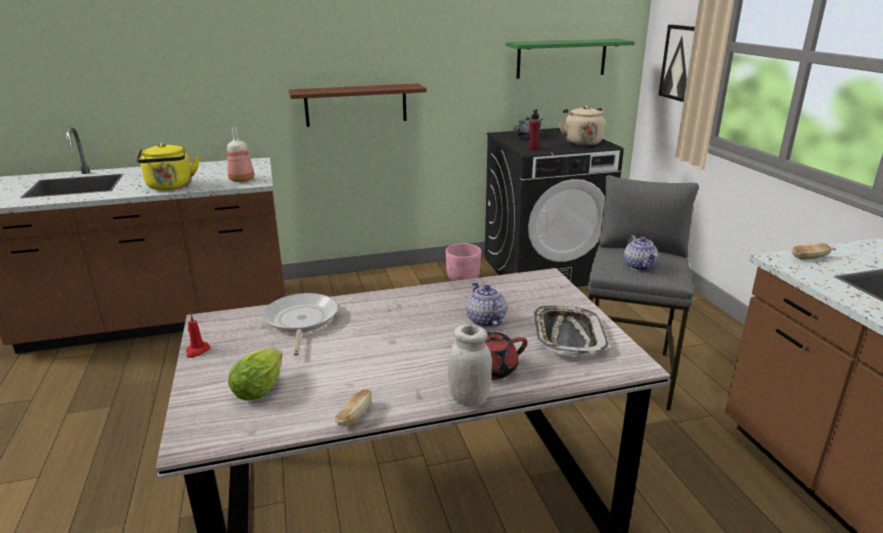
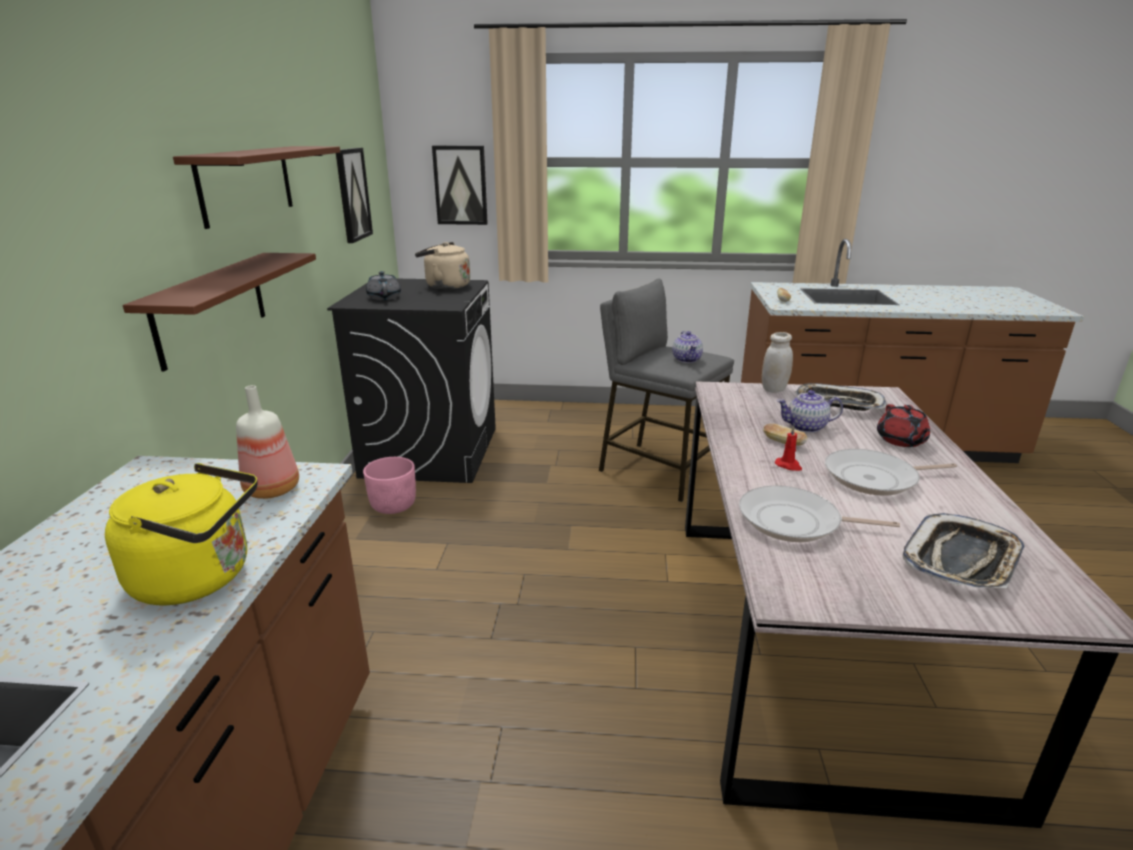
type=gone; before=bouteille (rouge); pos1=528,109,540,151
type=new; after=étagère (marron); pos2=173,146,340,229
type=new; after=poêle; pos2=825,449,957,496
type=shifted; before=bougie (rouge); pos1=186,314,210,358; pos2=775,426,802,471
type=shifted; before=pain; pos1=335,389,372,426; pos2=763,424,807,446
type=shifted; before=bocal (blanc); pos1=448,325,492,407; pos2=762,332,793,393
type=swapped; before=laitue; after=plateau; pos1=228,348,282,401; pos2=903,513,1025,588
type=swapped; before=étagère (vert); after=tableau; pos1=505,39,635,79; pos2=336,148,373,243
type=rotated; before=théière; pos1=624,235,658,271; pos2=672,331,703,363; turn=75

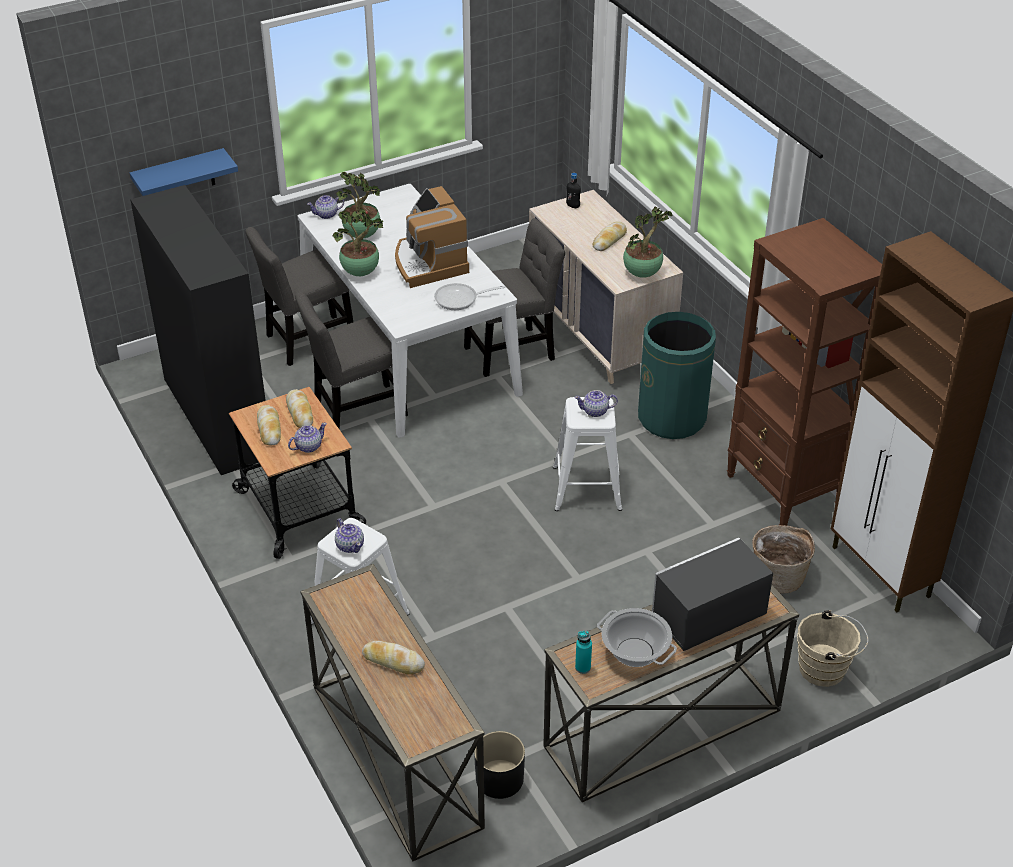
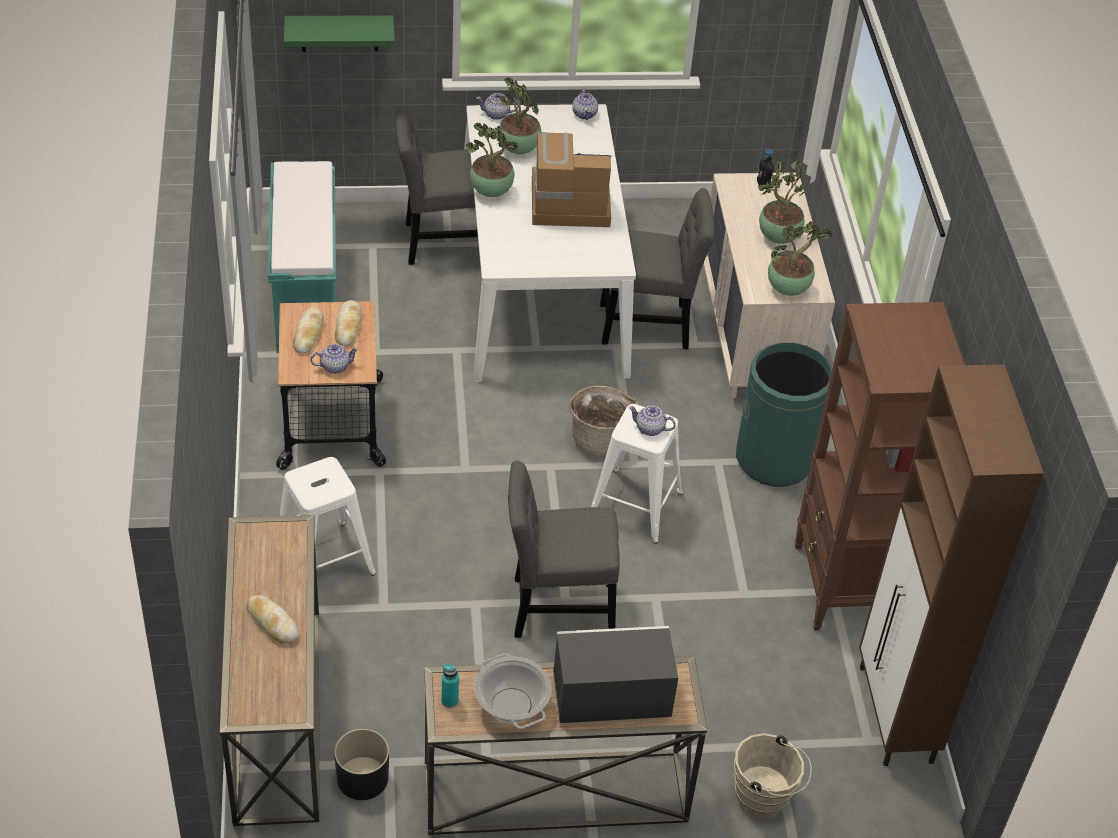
type=gone; before=poêle; pos1=434,283,505,310
type=shifted; before=chaise (gris); pos1=295,292,408,430; pos2=508,461,620,638
type=shifted; before=théière; pos1=335,519,364,553; pos2=572,90,598,120
type=shifted; before=panier; pos1=752,525,815,593; pos2=569,385,638,456
type=swapped; before=bibliothèque (noir); after=banc (turquoise); pos1=130,185,266,475; pos2=268,161,336,353
type=swapped; before=pain; after=plante en pot; pos1=593,221,627,251; pos2=758,160,805,244
type=repainted; before=étagère (bleu); after=étagère (vert); pos1=130,148,238,196; pos2=284,15,395,52
type=rotated; before=machine à café; pos1=395,186,469,288; pos2=532,132,612,227; turn=90

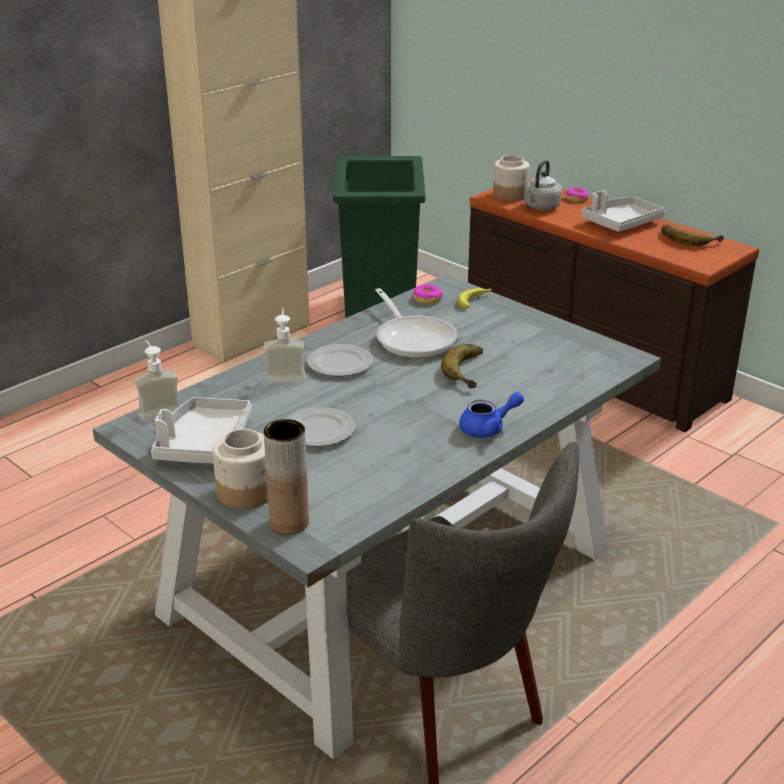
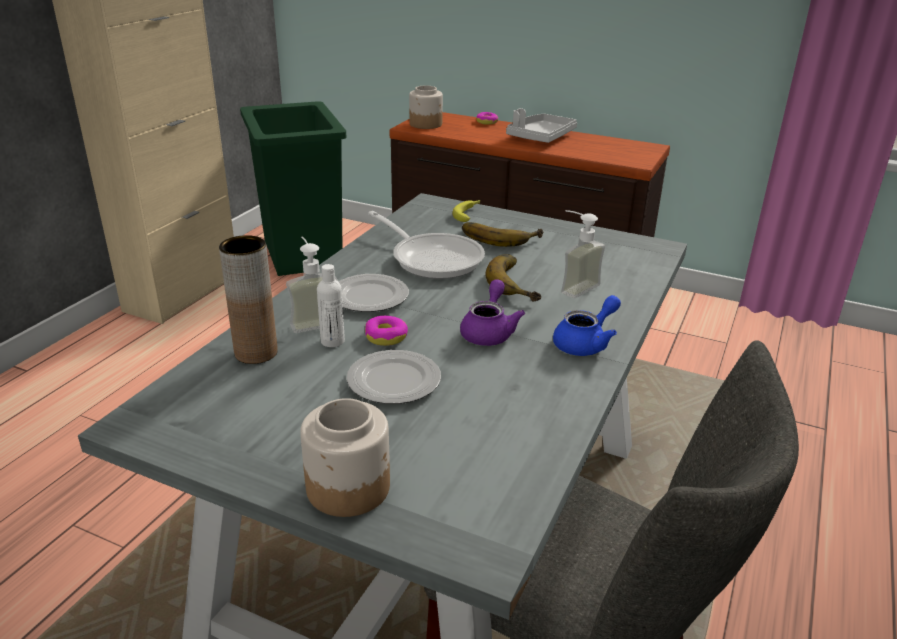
type=gone; before=plateau (gris); pos1=151,397,252,464
type=gone; before=bouilloire (gris); pos1=524,160,562,210
type=new; after=bouteille (blanc); pos2=317,264,345,347
type=new; after=théière (violet); pos2=460,279,525,346
type=shifted; before=distributeur de savon; pos1=134,340,180,421; pos2=561,210,605,298
type=shifted; before=vase (marron); pos1=264,419,309,535; pos2=219,235,278,364
type=shifted; before=beignet; pos1=413,284,443,304; pos2=365,316,408,346
type=shifted; before=banane; pos1=661,225,724,246; pos2=462,222,544,247

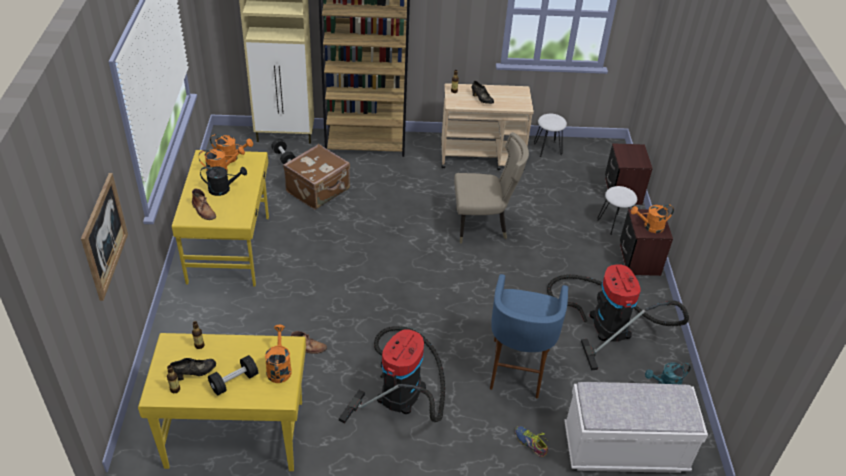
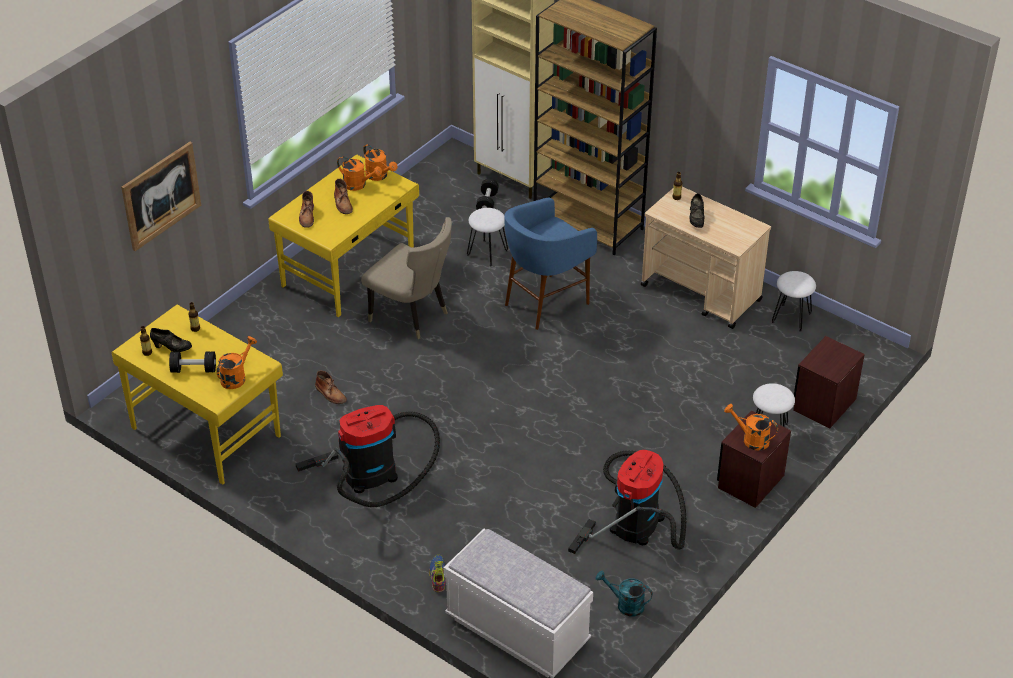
type=shifted; before=chaise (beige); pos1=454,132,529,243; pos2=361,217,452,339
type=shifted; before=tabouret (bleu); pos1=490,274,568,399; pos2=504,197,597,330
type=swapped; before=arrosoir (noir); after=botte (marron); pos1=200,166,247,196; pos2=334,179,353,214
type=swapped; before=valise (marron); after=tabouret (blanc); pos1=283,144,350,210; pos2=467,208,508,266

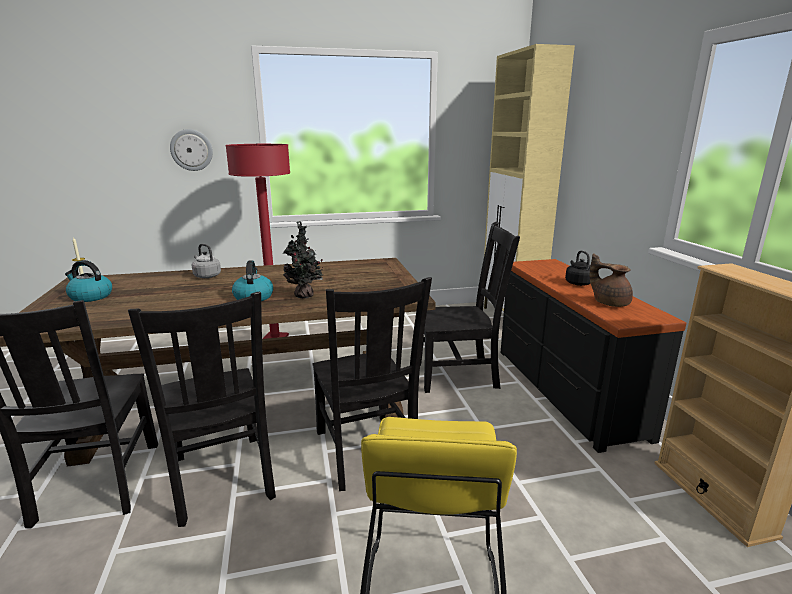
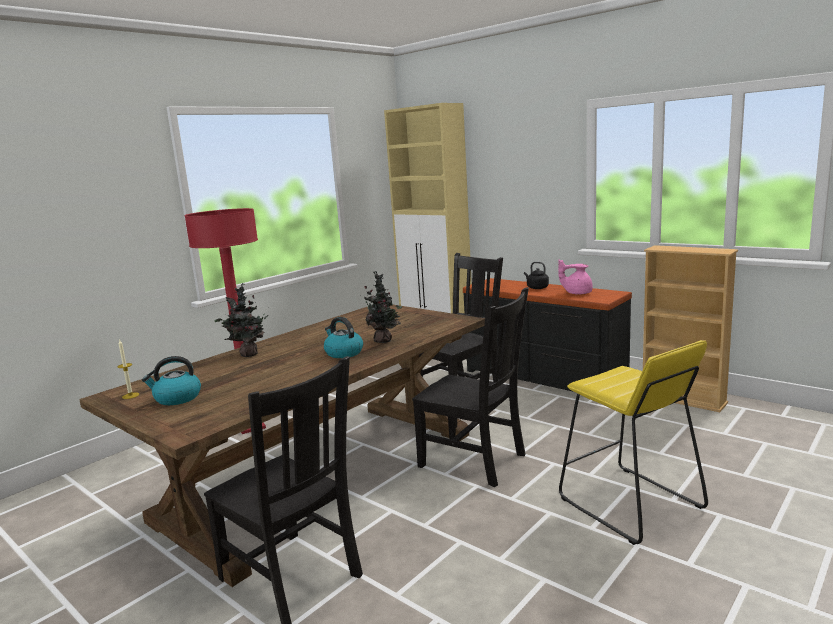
type=gone; before=chaise (noir); pos1=128,292,276,527
type=gone; before=horloge murale; pos1=170,129,213,171
type=swapped; before=bouilloire (gris); after=plante en pot; pos1=192,244,221,278; pos2=214,283,269,357
type=repainted; before=théière (marron); after=théière (rose); pos1=590,253,633,307; pos2=558,259,593,295

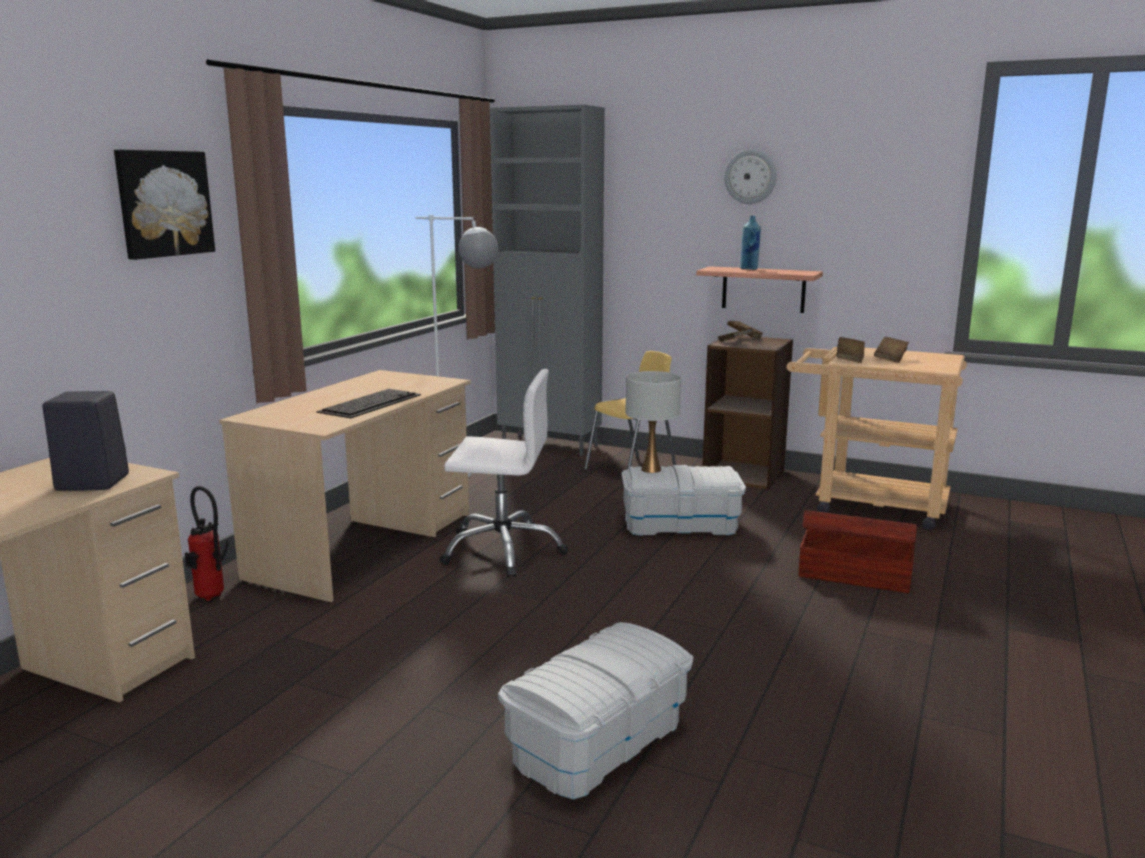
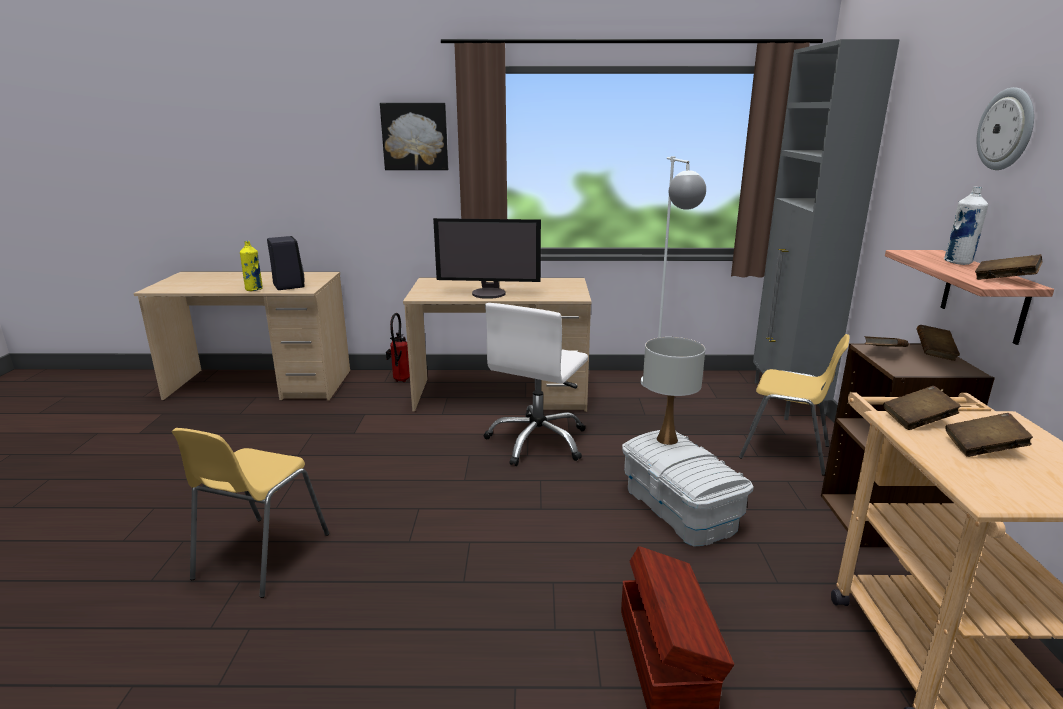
type=new; after=bouteille (jaune); pos2=240,241,263,291
type=new; after=livre (marron); pos2=975,254,1043,280
type=swapped; before=clavier; after=écran d'ordinateur; pos1=316,389,421,418; pos2=433,218,541,299
type=swapped; before=boîte de rangement (blanc); after=chaise (jaune); pos1=498,622,693,799; pos2=172,428,329,598
type=repainted; before=bouteille (bleu); after=bouteille (blanc); pos1=740,216,761,270; pos2=944,187,988,265
type=rotated; before=chaise de bureau (blanc); pos1=440,369,568,577; pos2=484,303,588,466; turn=45

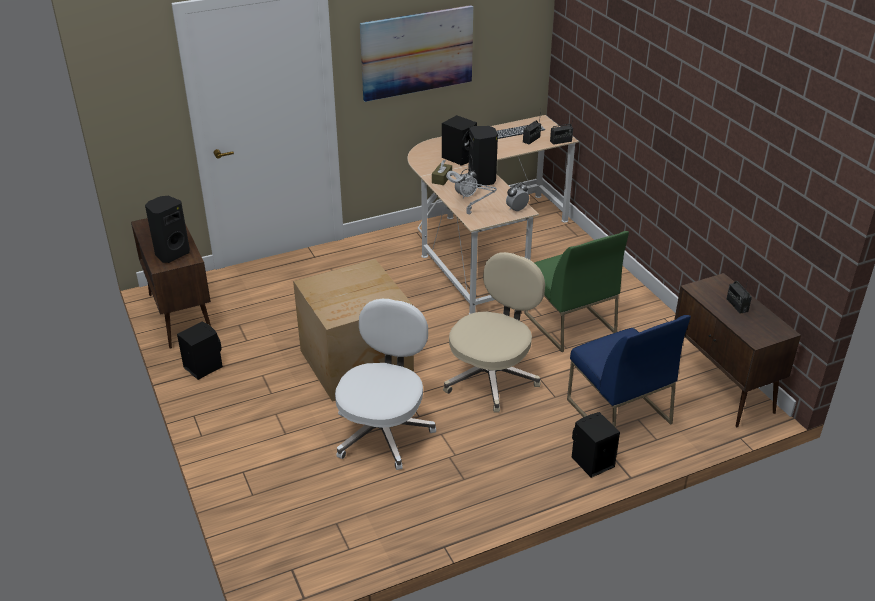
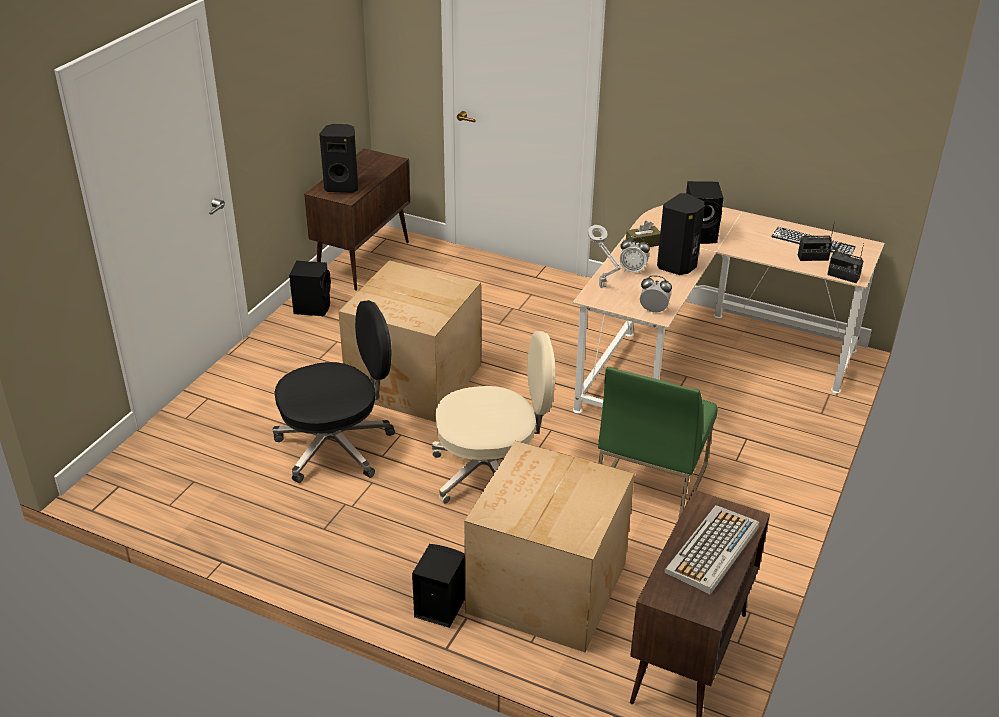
type=gone; before=tableau; pos1=360,5,473,102
type=swapped; before=chaise (bleu); after=carton; pos1=567,315,691,427; pos2=464,441,635,653
type=swapped; before=radio; after=clavier; pos1=726,280,752,314; pos2=664,505,759,595
type=repainted; before=chaise de bureau (blanc); after=chaise de bureau (noir); pos1=335,299,436,470; pos2=273,300,395,483

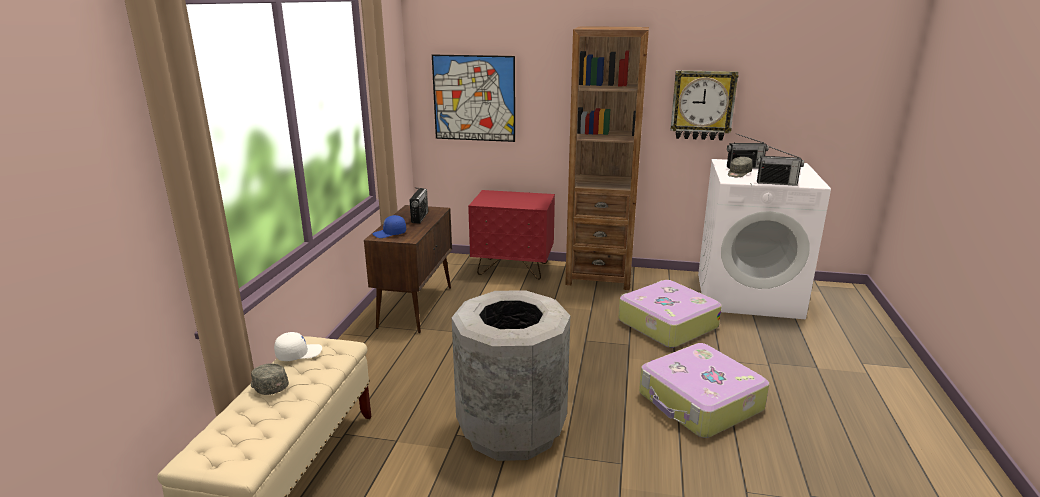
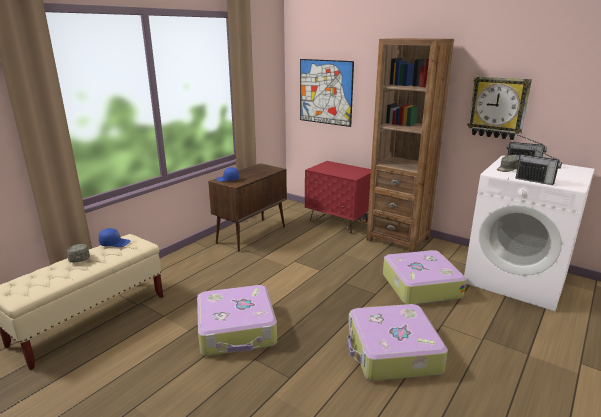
type=gone; before=radio; pos1=410,188,428,223
type=swapped; before=poubelle (gris); after=valise; pos1=452,290,570,461; pos2=197,285,277,356
type=repainted; before=casquette (blanc); after=casquette (bleu); pos1=274,332,322,361; pos2=99,228,130,247

